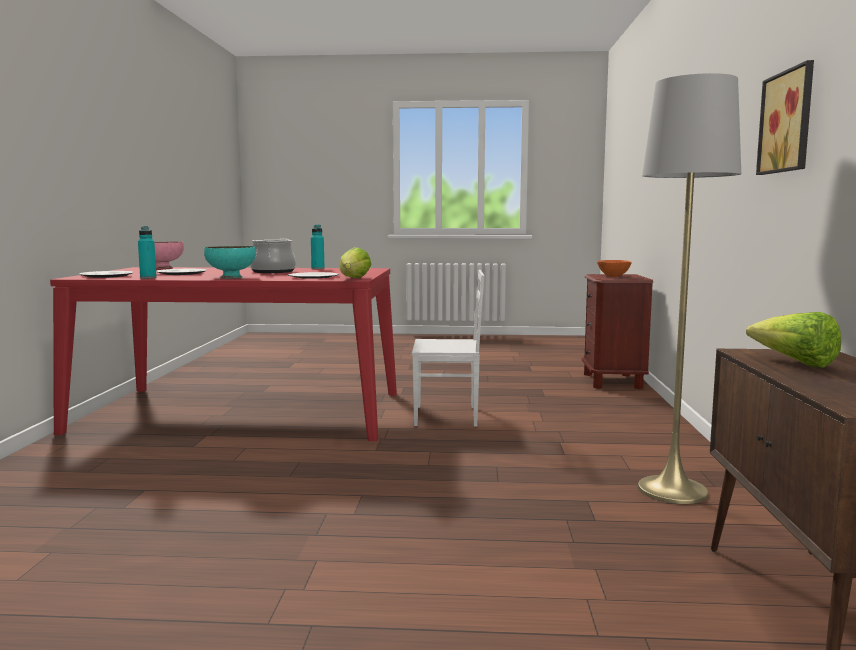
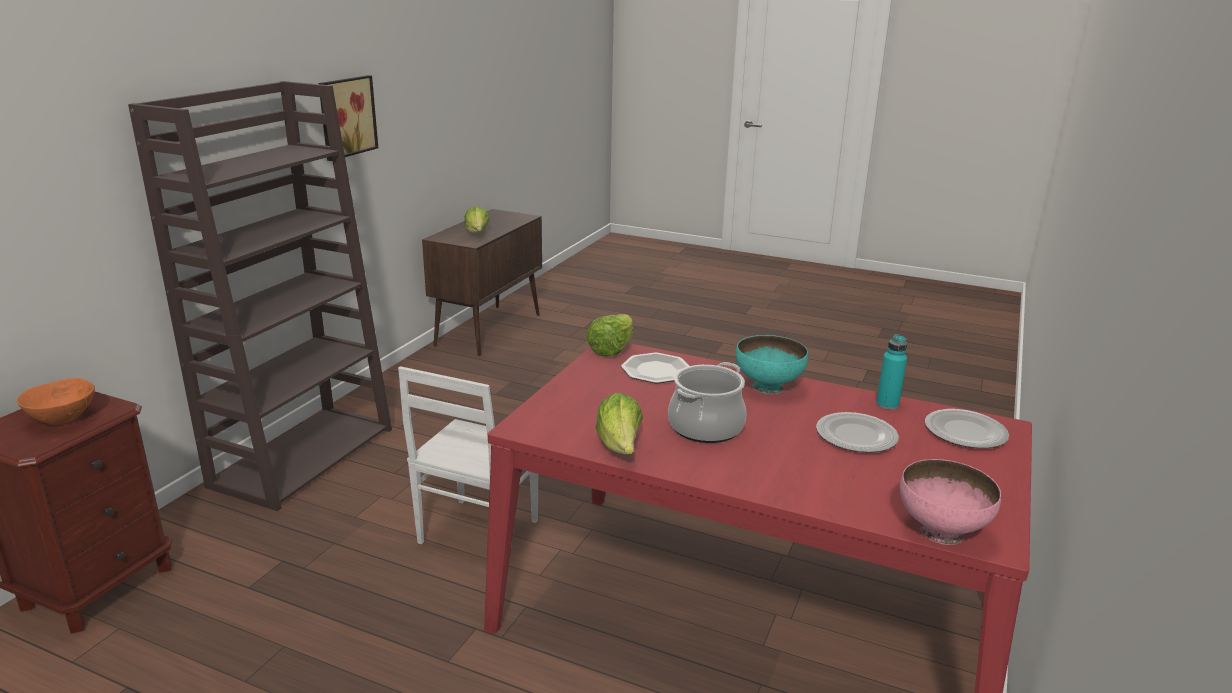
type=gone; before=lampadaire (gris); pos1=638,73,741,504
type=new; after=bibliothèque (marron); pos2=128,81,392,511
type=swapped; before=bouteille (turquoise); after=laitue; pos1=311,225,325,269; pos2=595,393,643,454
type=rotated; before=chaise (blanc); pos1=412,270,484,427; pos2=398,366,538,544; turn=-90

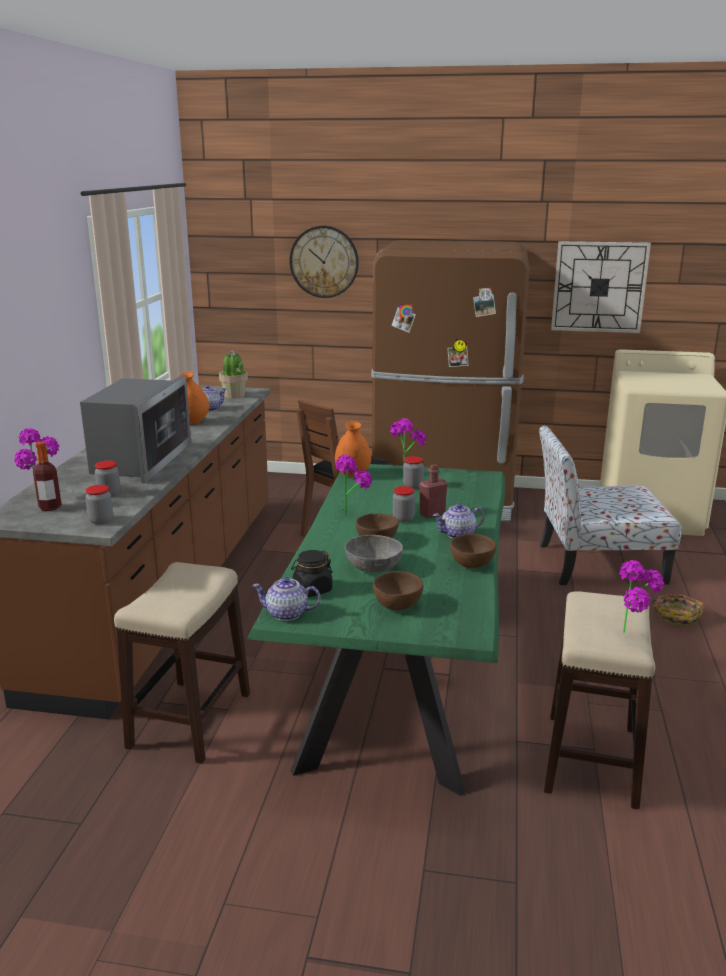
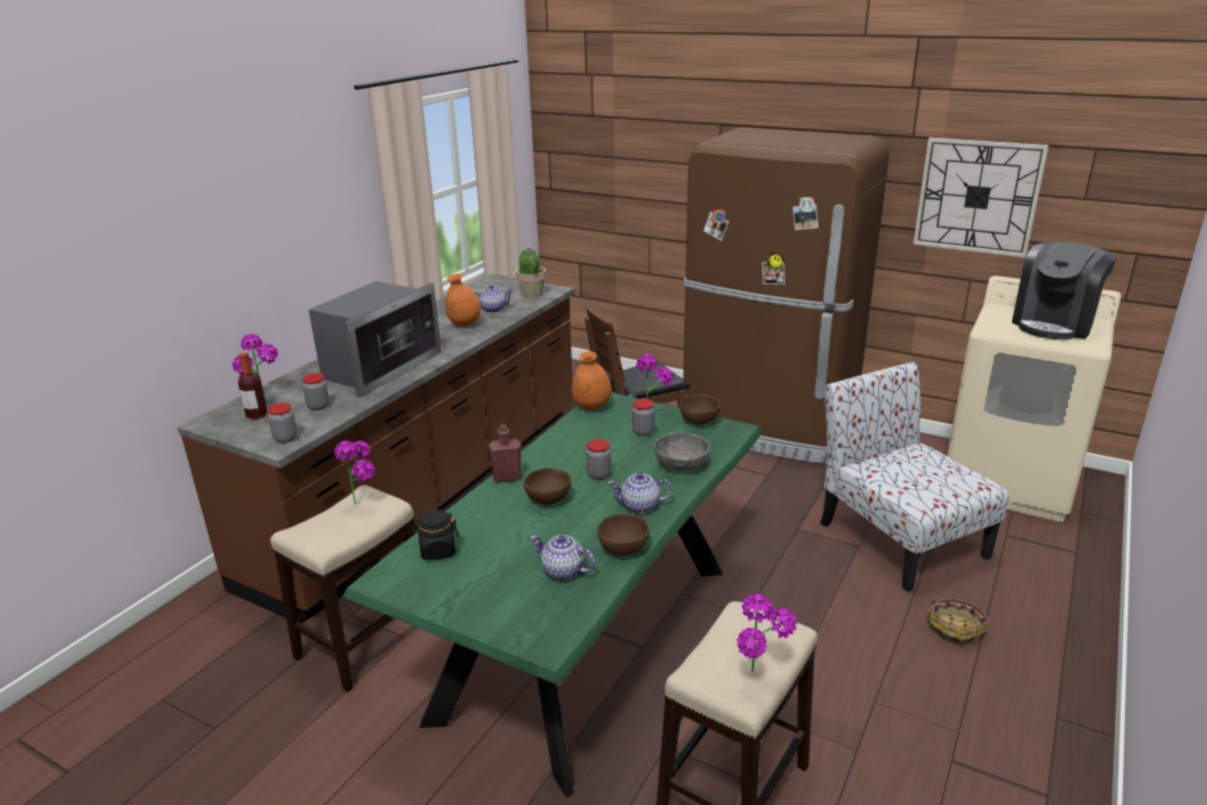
type=gone; before=horloge murale; pos1=289,226,359,298
type=new; after=machine à café; pos2=1012,242,1117,340
type=shifted; before=théière; pos1=252,577,321,621; pos2=530,535,595,580
type=shifted; before=plante en pot; pos1=335,454,372,516; pos2=334,440,375,504
type=shifted; before=bol (gris); pos1=345,535,403,572; pos2=654,432,710,471
type=shifted; before=bol (marron); pos1=373,571,423,611; pos2=679,394,720,425
type=shifted; before=bouteille (rouge); pos1=420,464,447,519; pos2=489,424,522,482
type=rotated; before=chaise; pos1=539,426,682,585; pos2=820,362,1009,592; turn=45

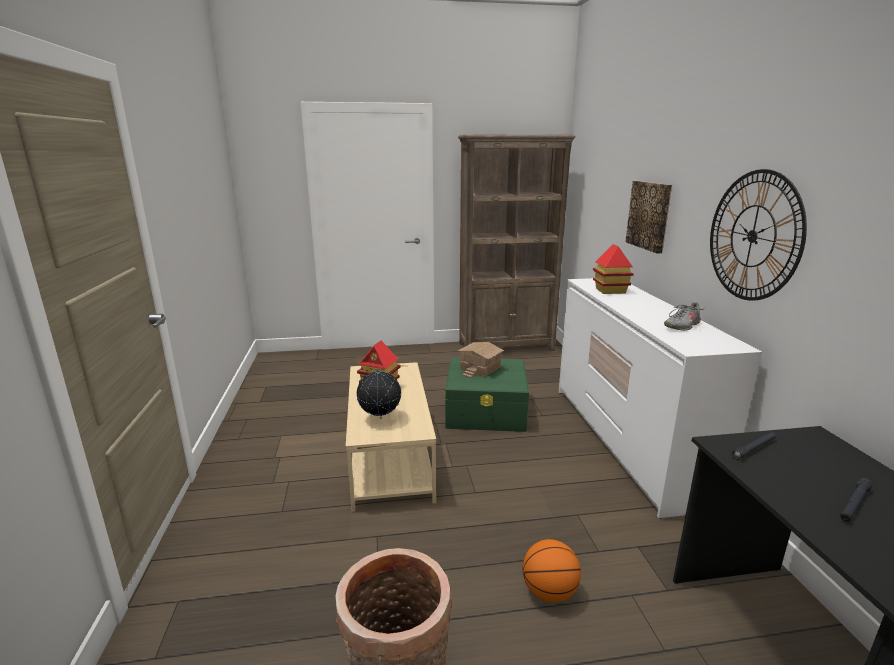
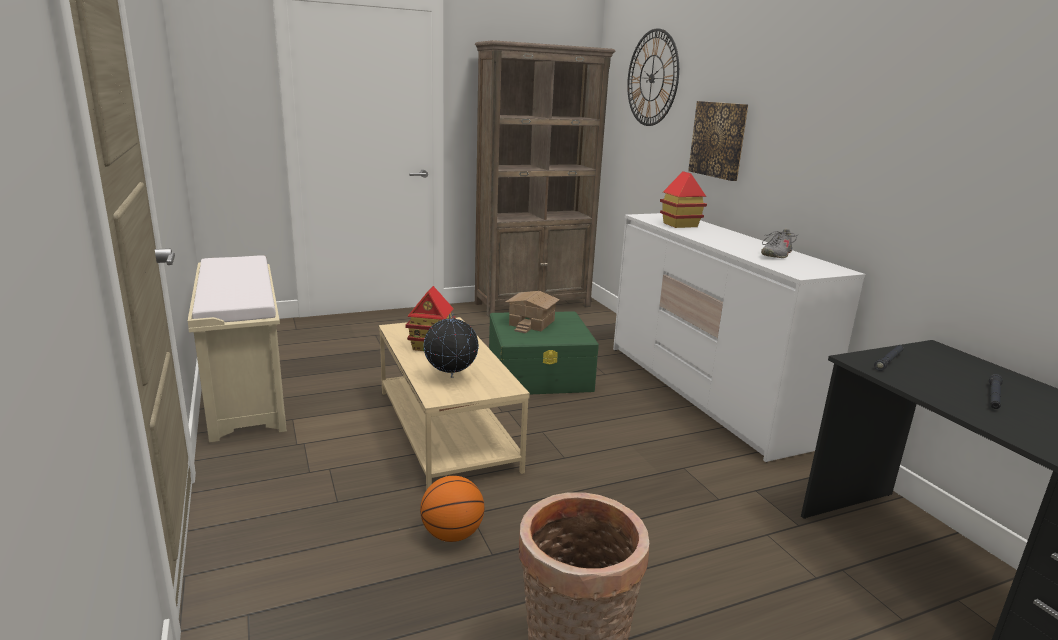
type=new; after=banc (beige); pos2=188,255,287,443
type=shifted; before=ballon de basket; pos1=522,539,581,603; pos2=420,476,484,542
type=shifted; before=horloge murale; pos1=710,169,807,301; pos2=627,28,679,126

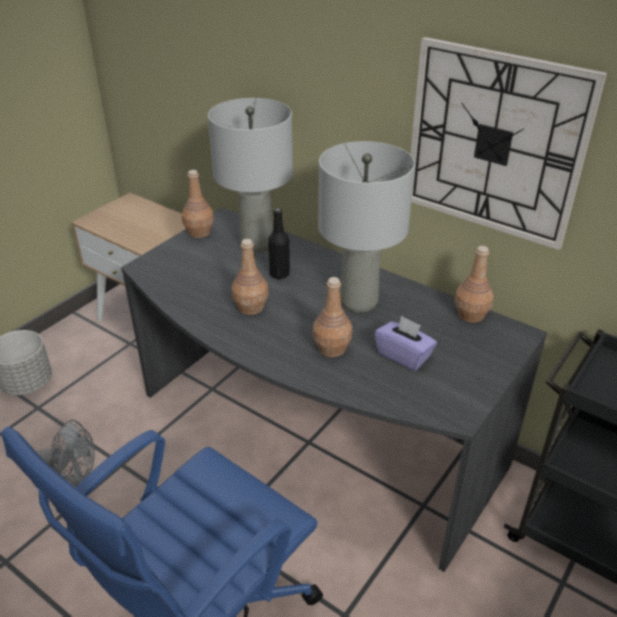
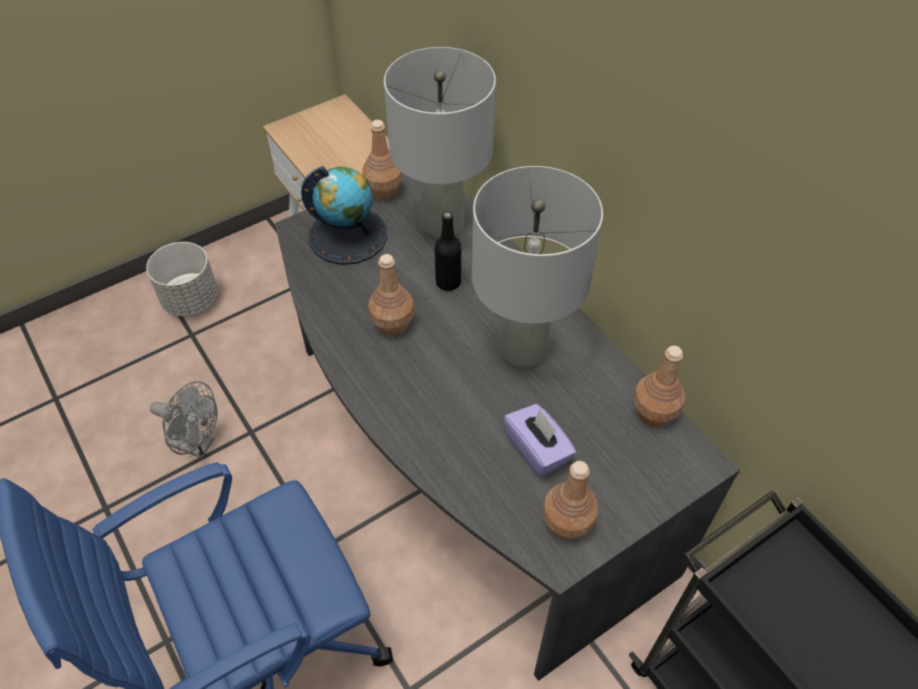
type=gone; before=horloge murale; pos1=410,37,607,250
type=new; after=globe; pos2=301,166,388,265
type=shifted; before=bouteille (marron); pos1=313,277,352,357; pos2=543,461,598,540

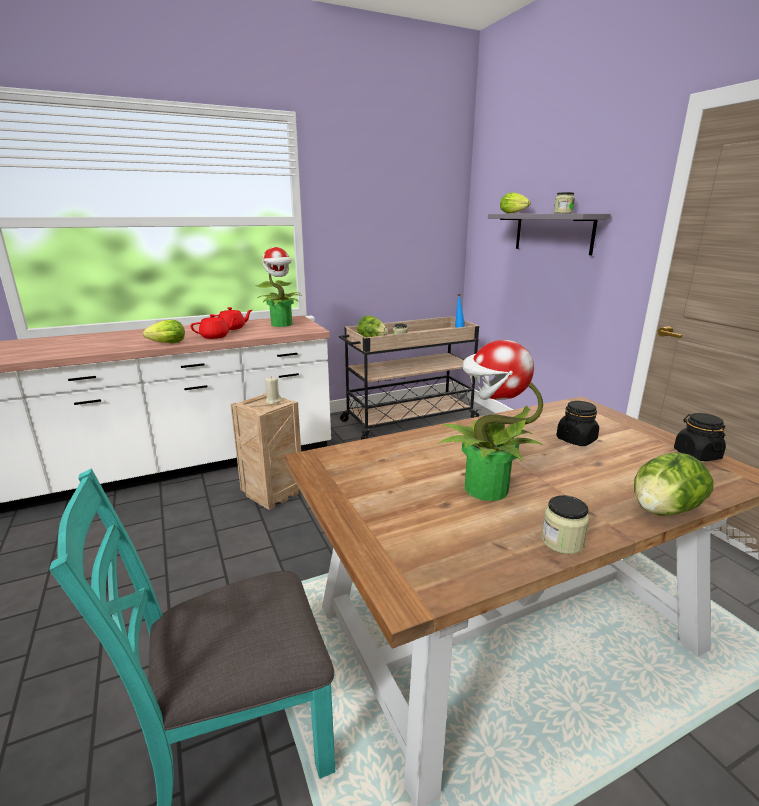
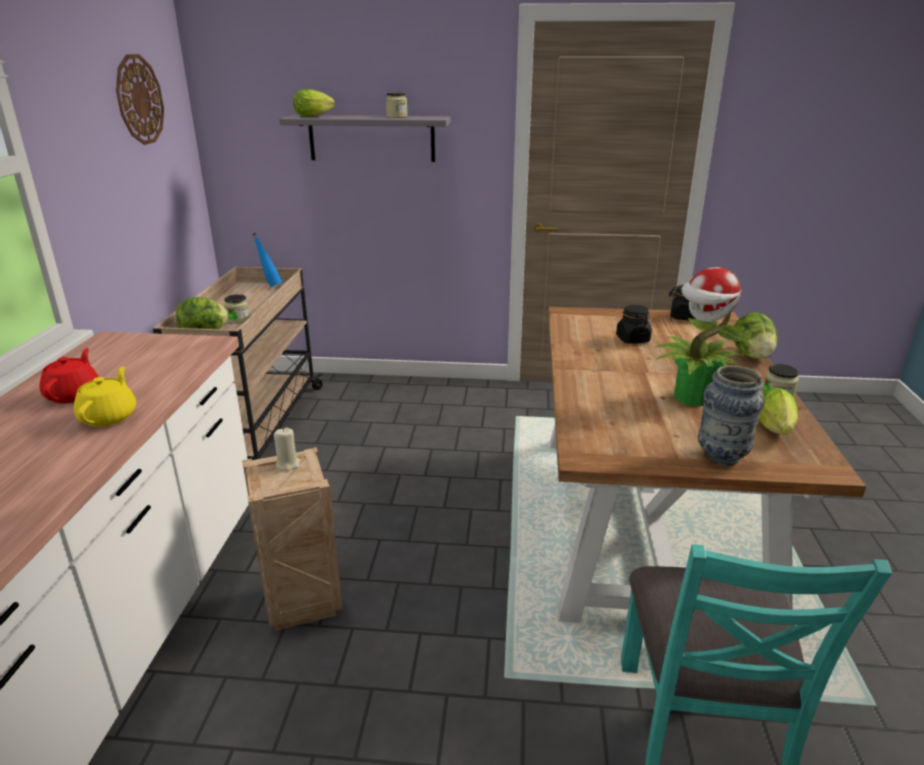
type=gone; before=plante en pot; pos1=255,247,302,327
type=new; after=horloge murale; pos2=116,54,164,145
type=new; after=vase; pos2=698,366,765,466
type=shifted; before=laitue; pos1=143,320,185,343; pos2=759,388,798,434
type=repainted; before=théière (rouge); after=théière (jaune); pos1=190,314,237,339; pos2=74,366,136,427

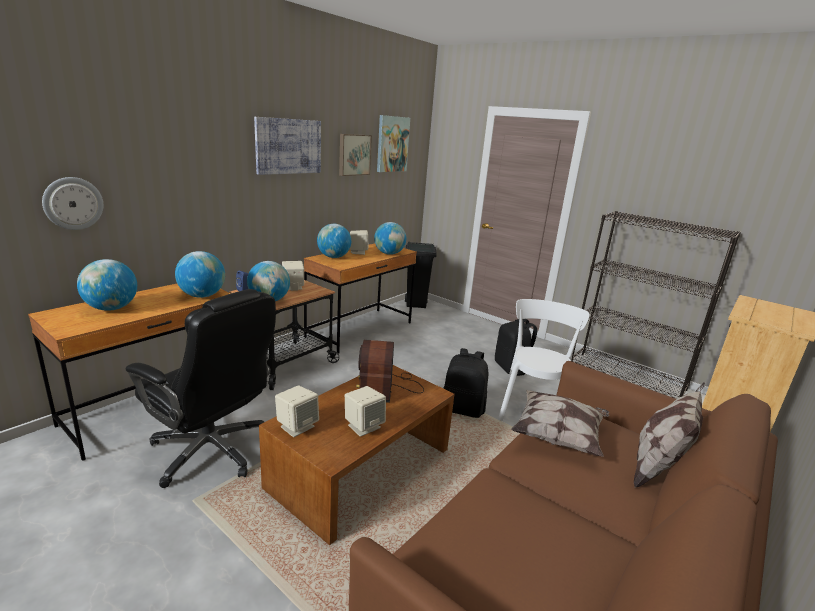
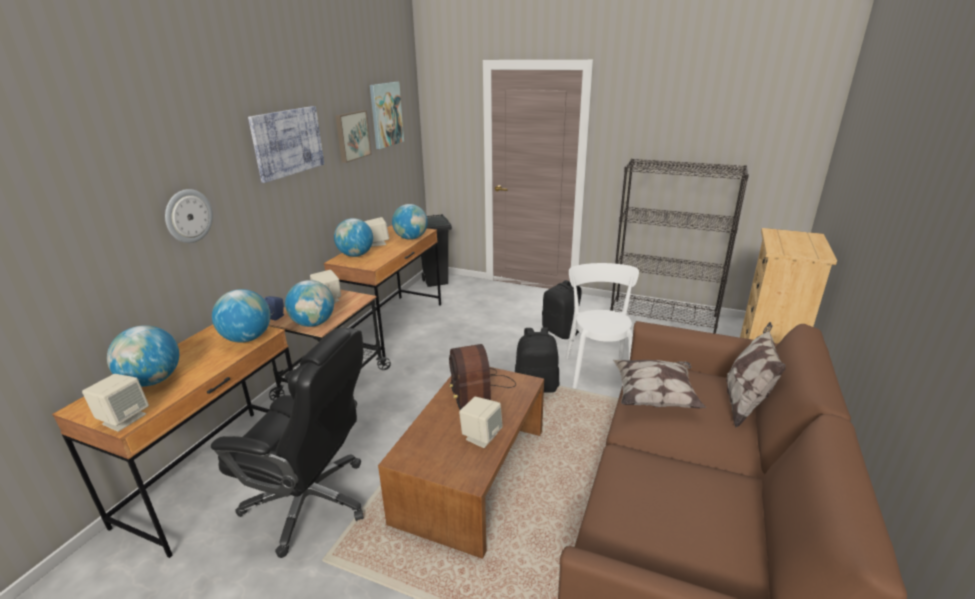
type=shifted; before=horloge murale; pos1=42,177,103,230; pos2=165,189,213,243
type=shifted; before=enceinte (beige); pos1=275,385,319,437; pos2=82,374,149,432

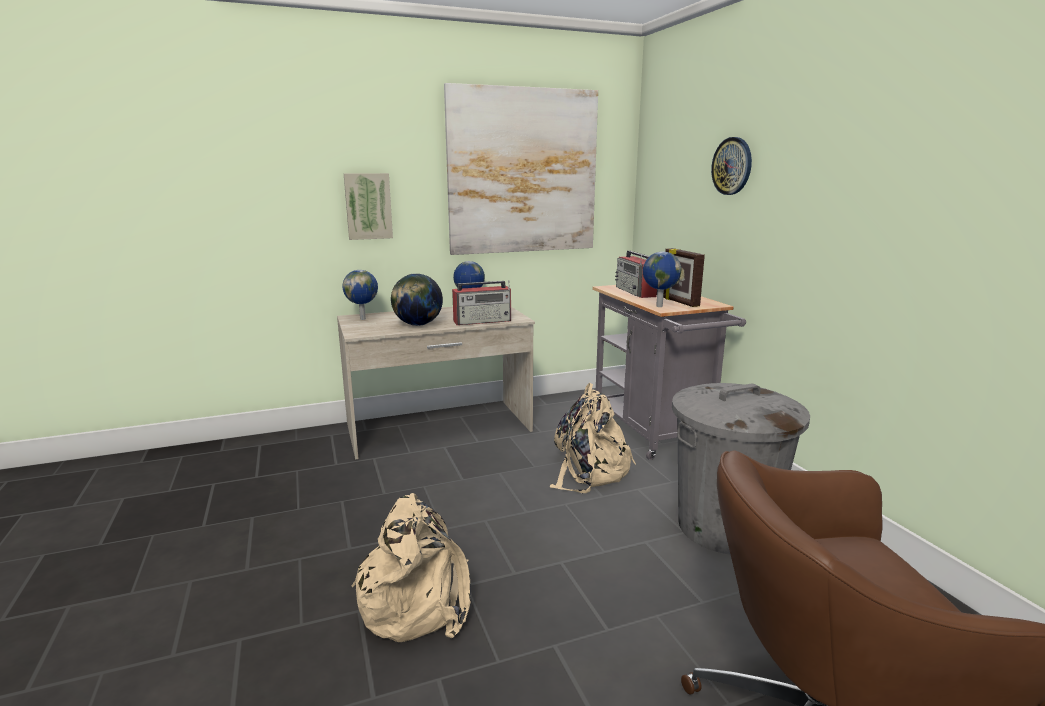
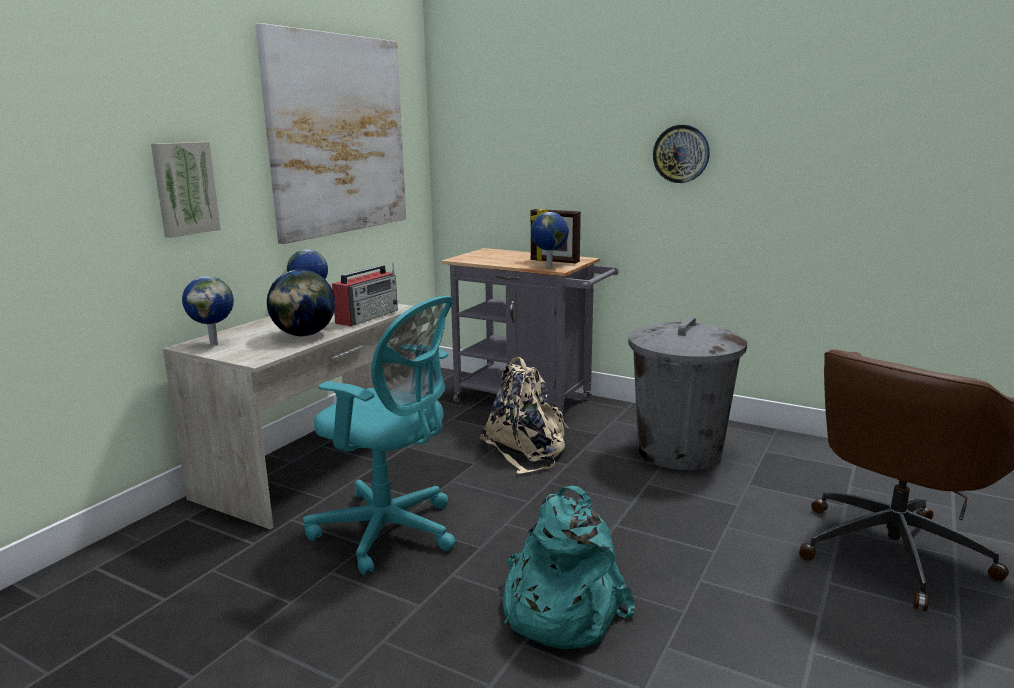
type=gone; before=radio; pos1=615,251,658,298
type=new; after=chaise de bureau (turquoise); pos2=303,296,456,575
type=shifted; before=horloge murale; pos1=711,137,752,195; pos2=653,125,710,183
type=repainted; before=sac à dos (beige); after=sac à dos (turquoise); pos1=351,493,471,642; pos2=503,486,636,649

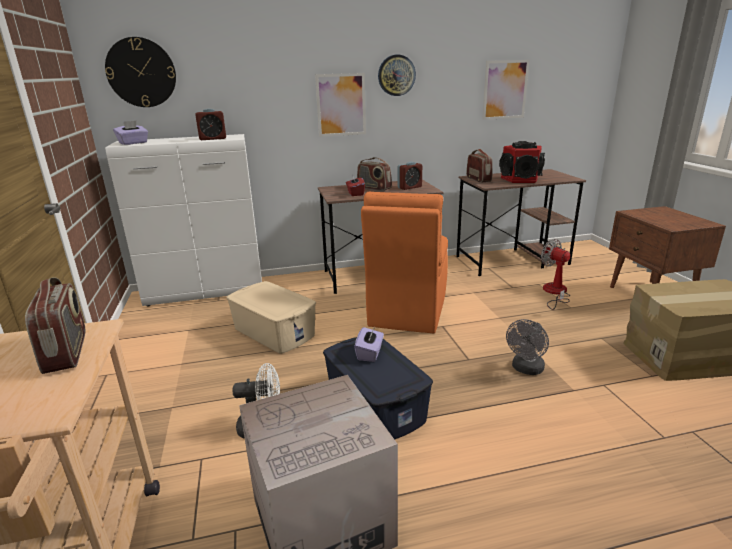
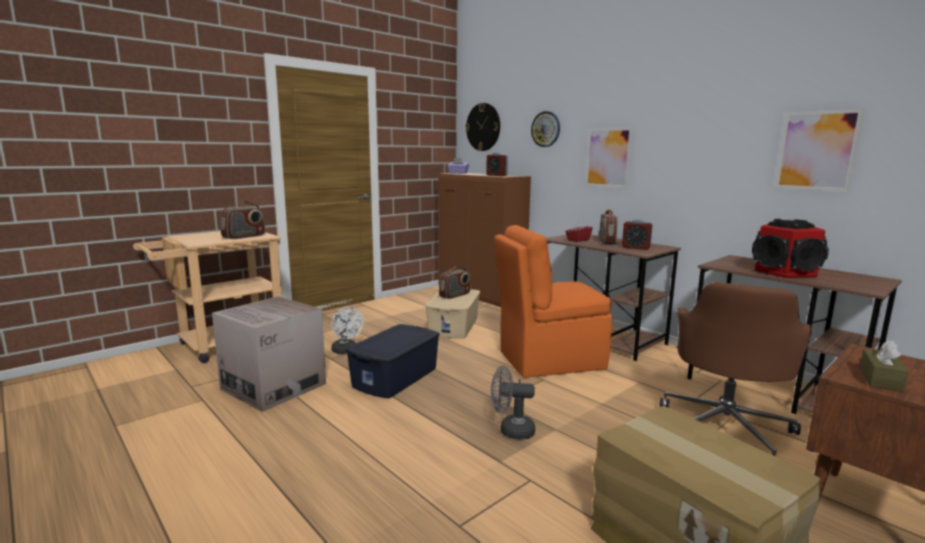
type=gone; before=boîte à mouchoirs (violet); pos1=354,327,384,362
type=new; after=boîte à mouchoirs (marron); pos2=860,340,909,392
type=shifted; before=horloge murale; pos1=378,54,416,96; pos2=531,111,560,147
type=shifted; before=radio; pos1=466,149,493,183; pos2=439,266,471,299
type=swapped; before=ventilateur; after=chaise de bureau (marron); pos1=541,239,570,310; pos2=659,282,812,456
type=repainted; before=meuble de rangement (blanc); after=meuble de rangement (marron); pos1=105,134,262,307; pos2=438,173,531,307

